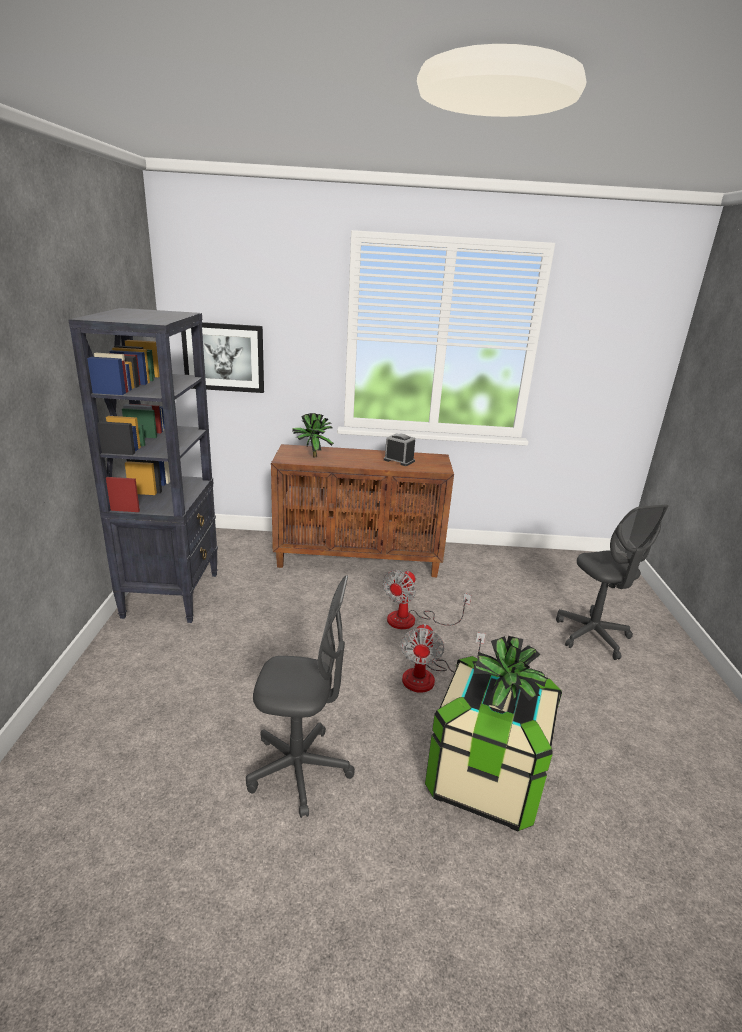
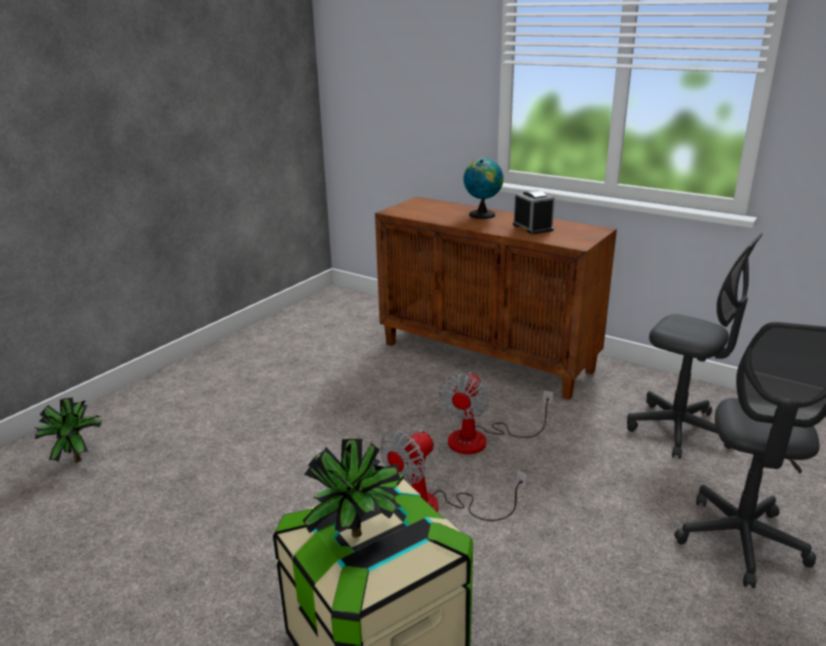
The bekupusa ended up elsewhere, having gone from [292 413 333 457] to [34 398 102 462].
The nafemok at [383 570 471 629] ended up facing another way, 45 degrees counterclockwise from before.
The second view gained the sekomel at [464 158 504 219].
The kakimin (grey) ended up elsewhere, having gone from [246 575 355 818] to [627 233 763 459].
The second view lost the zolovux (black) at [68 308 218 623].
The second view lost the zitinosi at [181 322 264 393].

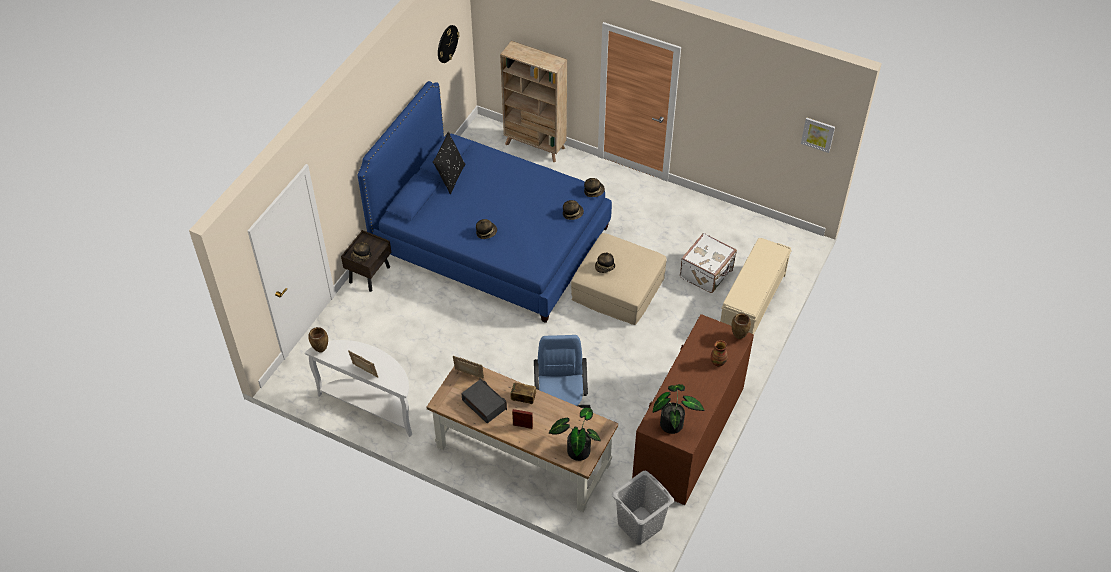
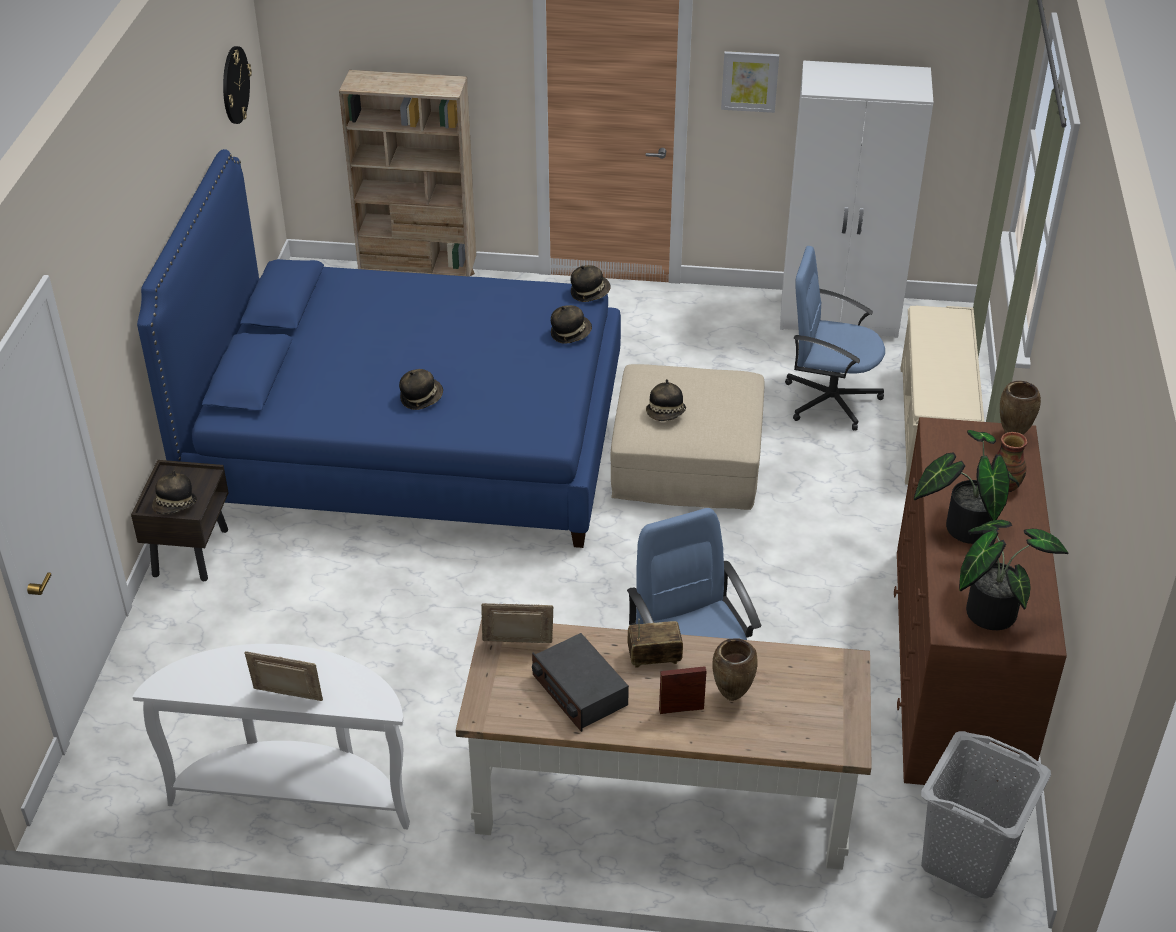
The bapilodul at [461 378 507 423] ended up facing another way, 150 degrees counterclockwise from before.
The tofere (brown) ended up elsewhere, having gone from [308 327 328 352] to [712 638 758 701].
The zitinosi ended up elsewhere, having gone from [801 118 835 153] to [721 51 779 113].
The second view gained the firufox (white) at [780 61 934 338].
Where the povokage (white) stood at [680 233 737 293], the kakimin (blue) came to stand at [785 246 885 430].
The bekupusa ended up elsewhere, having gone from [549 408 601 461] to [914 430 1019 544].
The second view lost the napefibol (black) at [433 132 466 194].

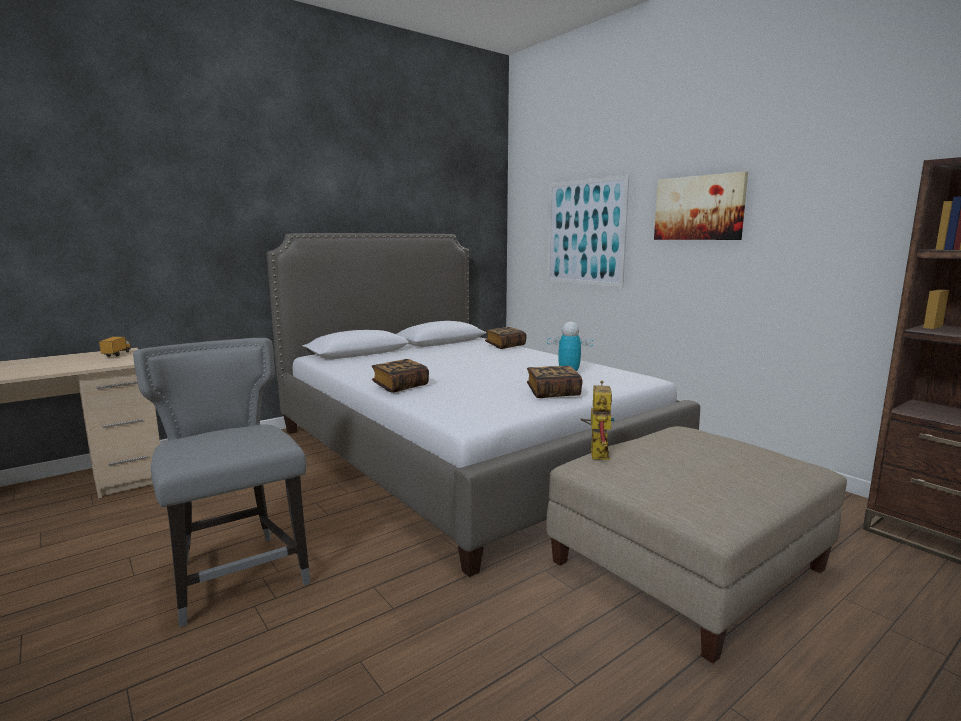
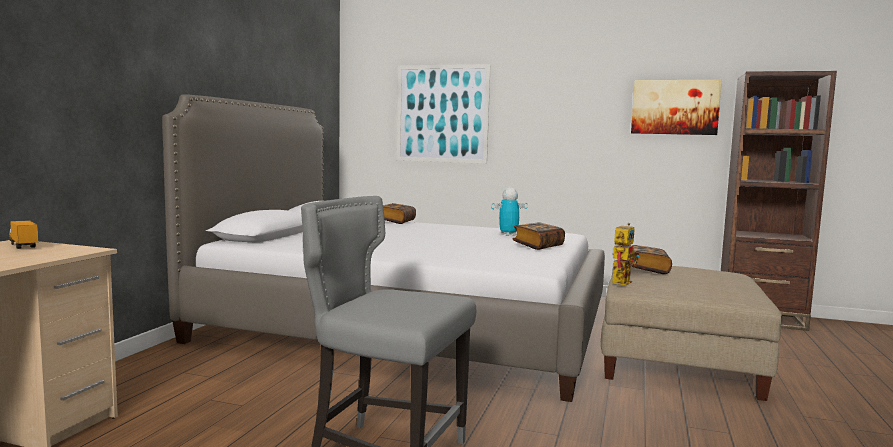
The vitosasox at [581 381 615 460] ended up facing another way, 60 degrees clockwise from before.
The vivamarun ended up elsewhere, having gone from [372 359 429 393] to [630 245 672 274].
The zitinosi ended up elsewhere, having gone from [654 171 748 240] to [631 80 722 135].

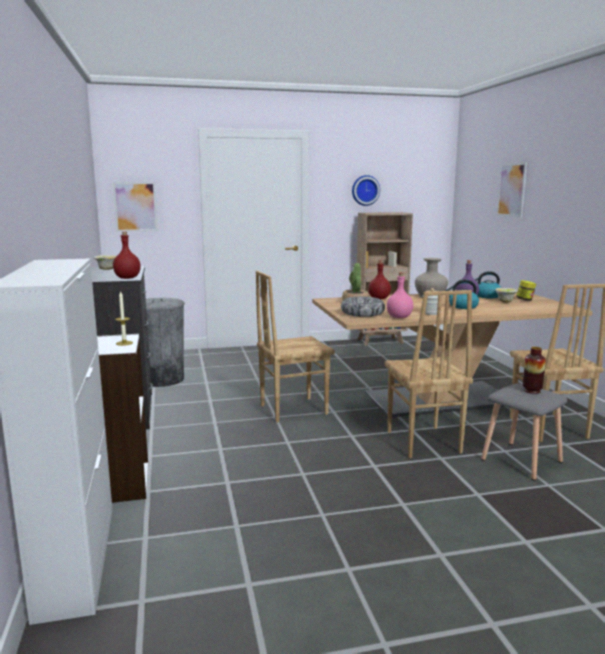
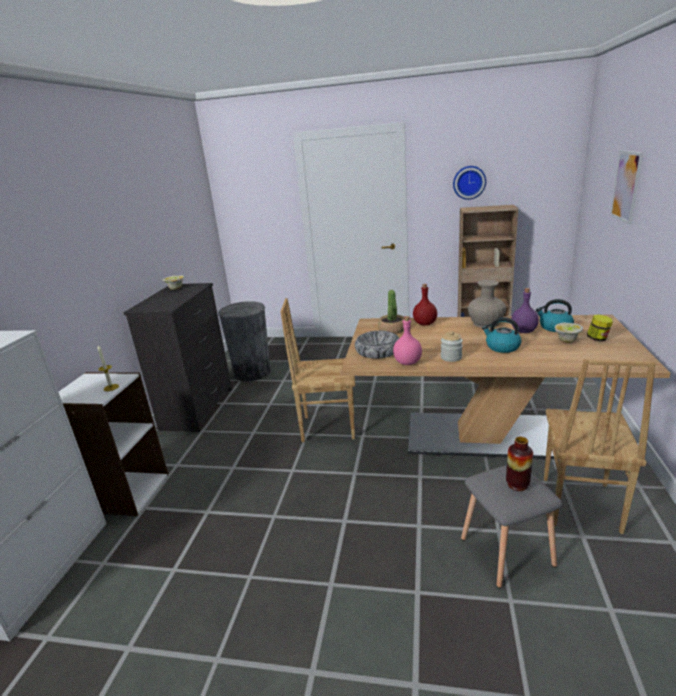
The second view lost the zitinosi at [112 182 158 232].
The second view lost the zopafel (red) at [113 231 141 279].
The second view lost the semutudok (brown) at [384 290 473 458].

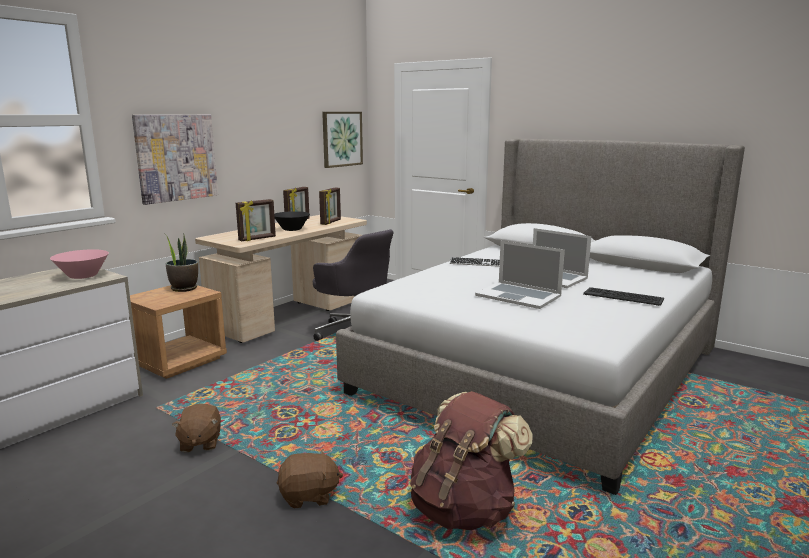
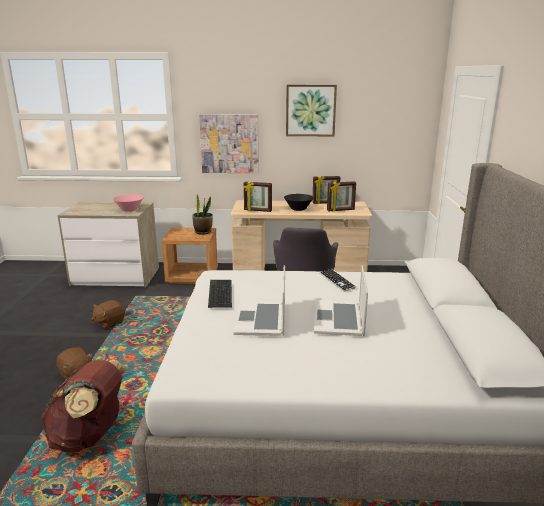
The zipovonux ended up elsewhere, having gone from [583 287 664 306] to [208 280 232 308].
The zitinosi ended up elsewhere, having gone from [322 112 363 168] to [286 85 337 136].

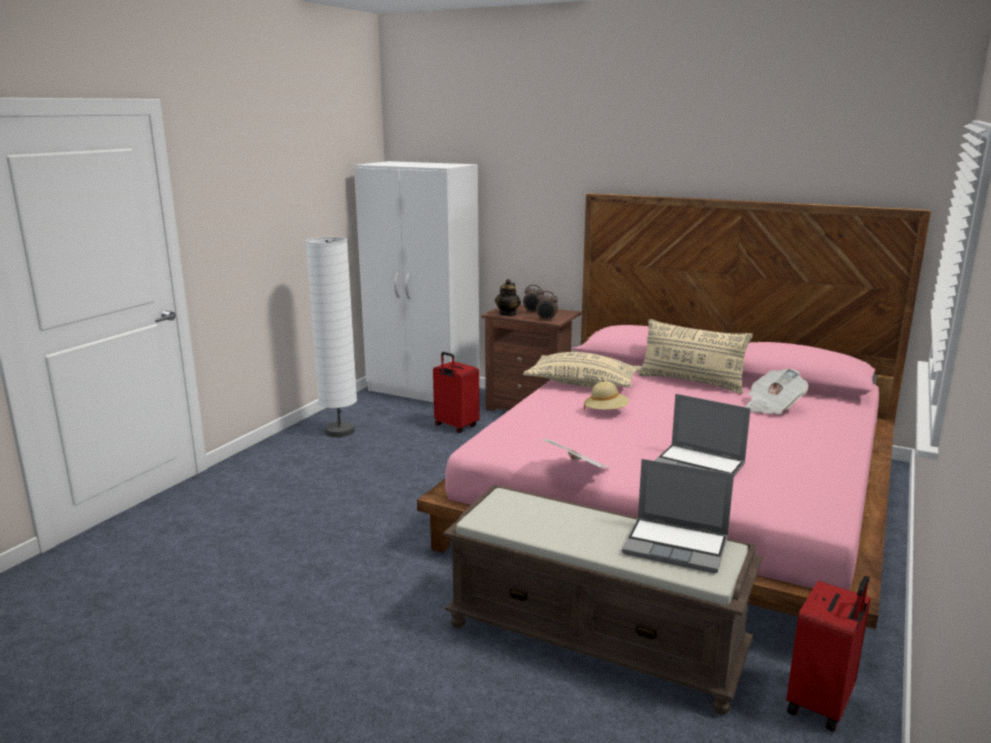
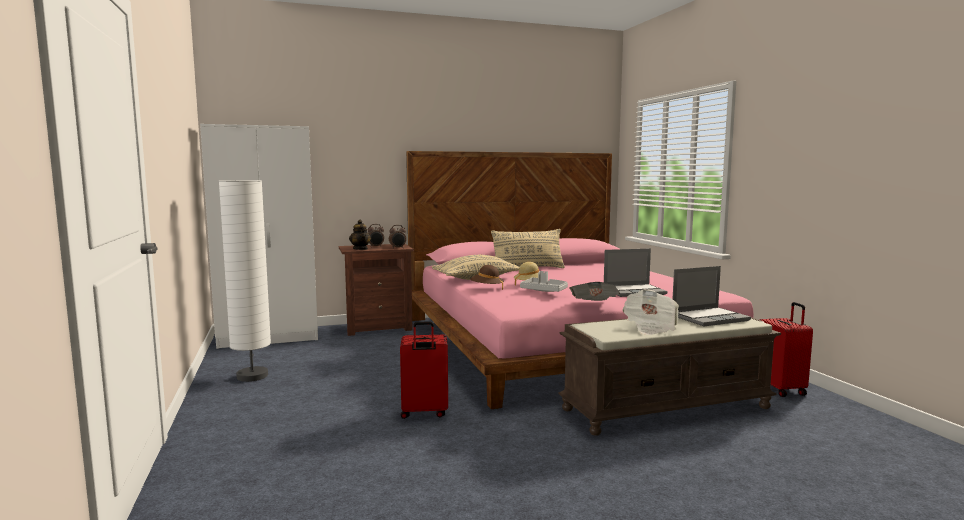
The povokage (red) ended up elsewhere, having gone from [433 352 480 433] to [400 321 448 419].
The second view gained the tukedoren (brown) at [470 265 504 290].
The second view gained the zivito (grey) at [520 271 568 292].
The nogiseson ended up elsewhere, having gone from [746 369 808 414] to [622 289 679 335].

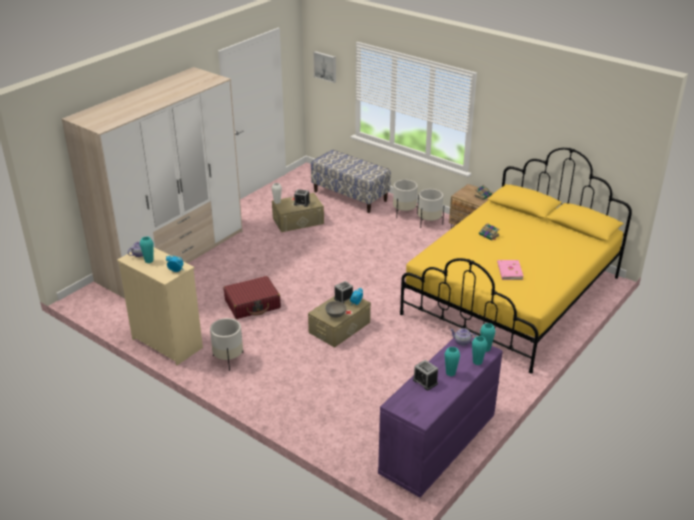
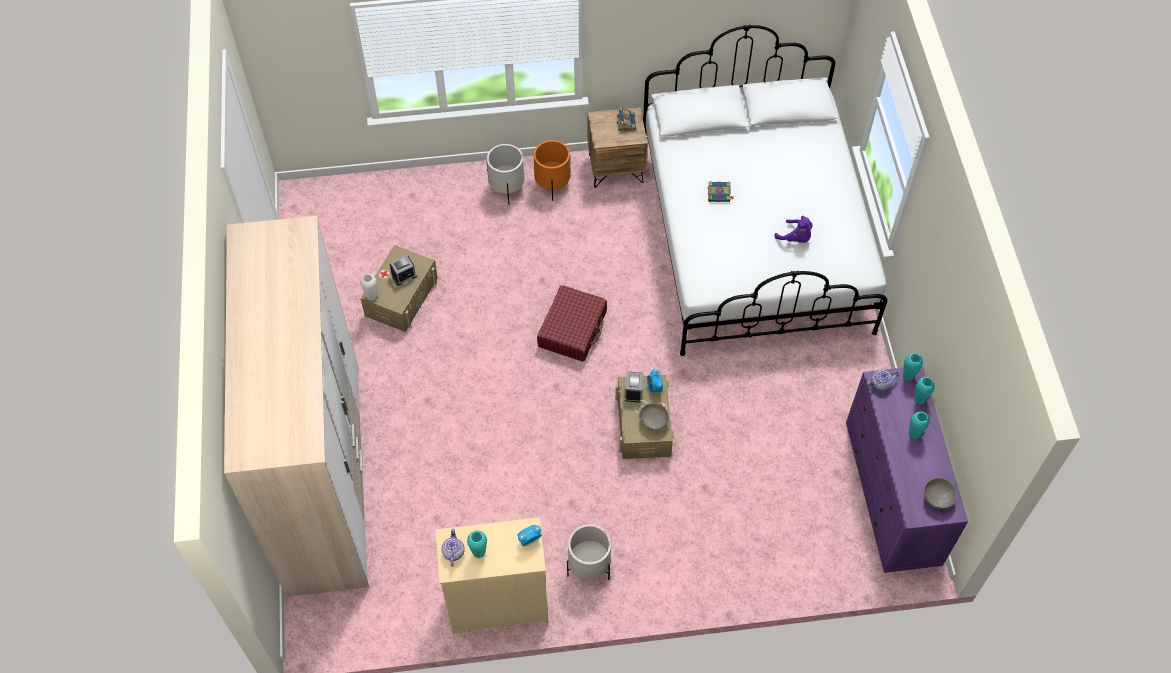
What was the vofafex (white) at [418 189 444 228] turned into the vofafex (orange) at [533 140 571 201].
The povokage (red) ended up elsewhere, having gone from [223 276 281 319] to [537 285 607 362].
What was the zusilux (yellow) at [400 148 632 373] turned into the zusilux (white) at [643 25 887 356].
Where the vivamarun (pink) stood at [497 260 524 280], the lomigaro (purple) came to stand at [774 216 812 243].
The second view gained the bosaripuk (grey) at [924 478 956 509].
The second view lost the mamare at [311 150 391 213].
The second view lost the zitinosi at [313 51 336 83].
The second view lost the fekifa at [413 360 438 391].

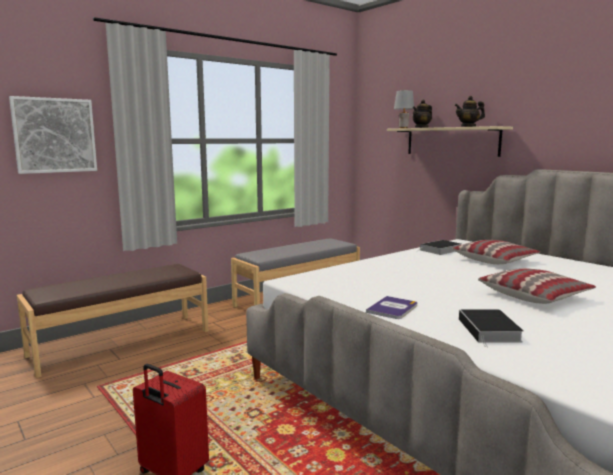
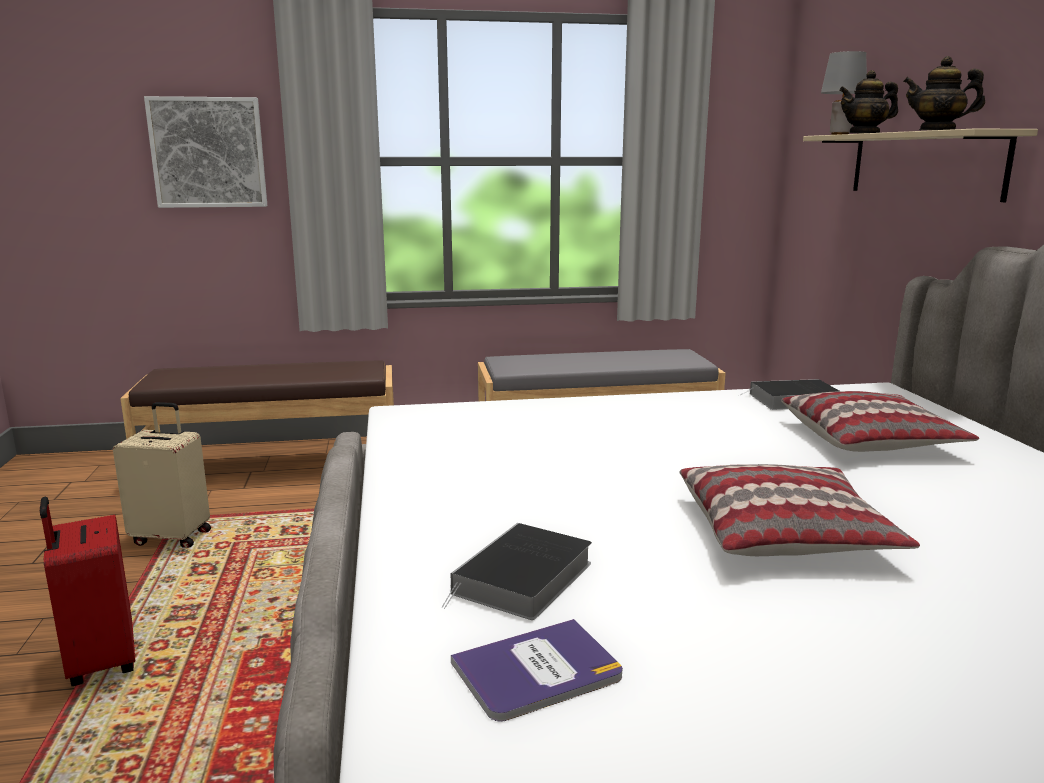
The second view gained the povokage (beige) at [113 402 211 548].
The vivamarun ended up elsewhere, having gone from [366 296 418 319] to [451 619 623 722].

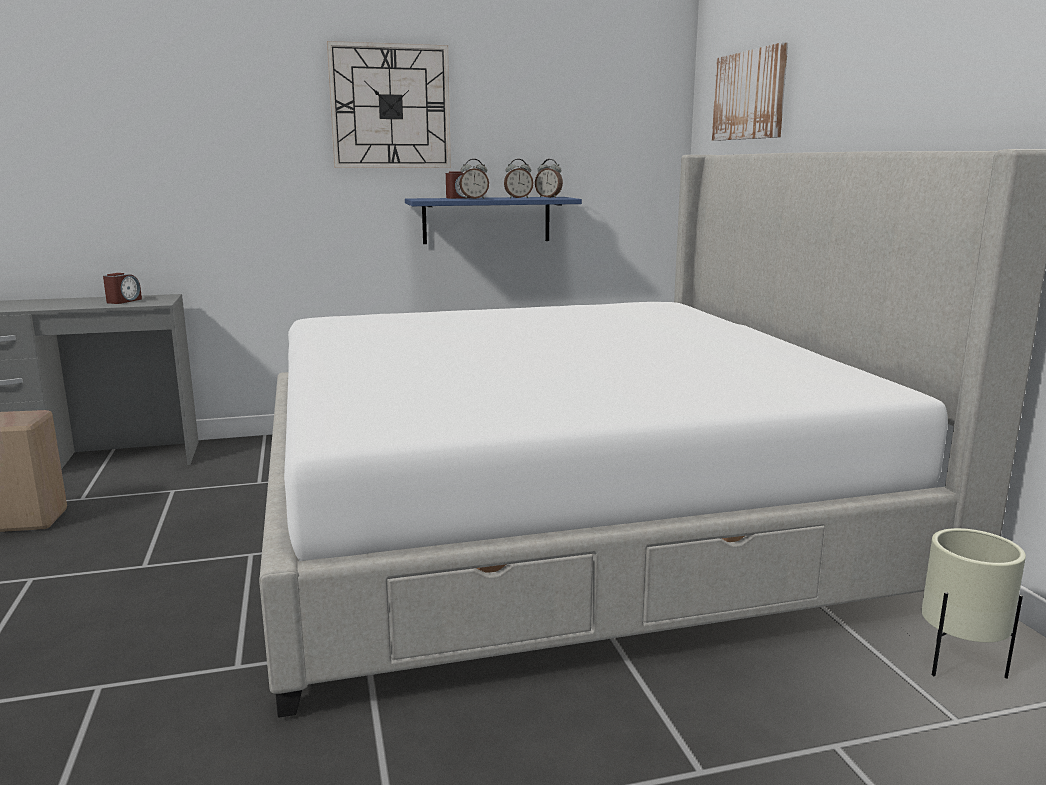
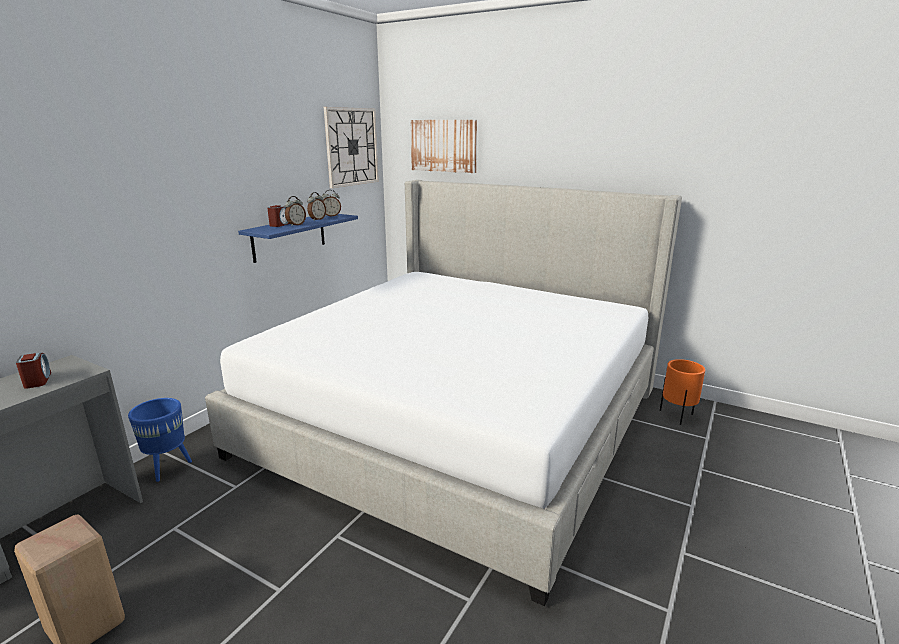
The second view gained the vofafex (blue) at [128 398 192 482].
The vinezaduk ended up elsewhere, having gone from [327 41 451 168] to [324 107 379 188].
What was the vofafex (beige) at [922 528 1026 679] turned into the vofafex (orange) at [660 359 705 425].

